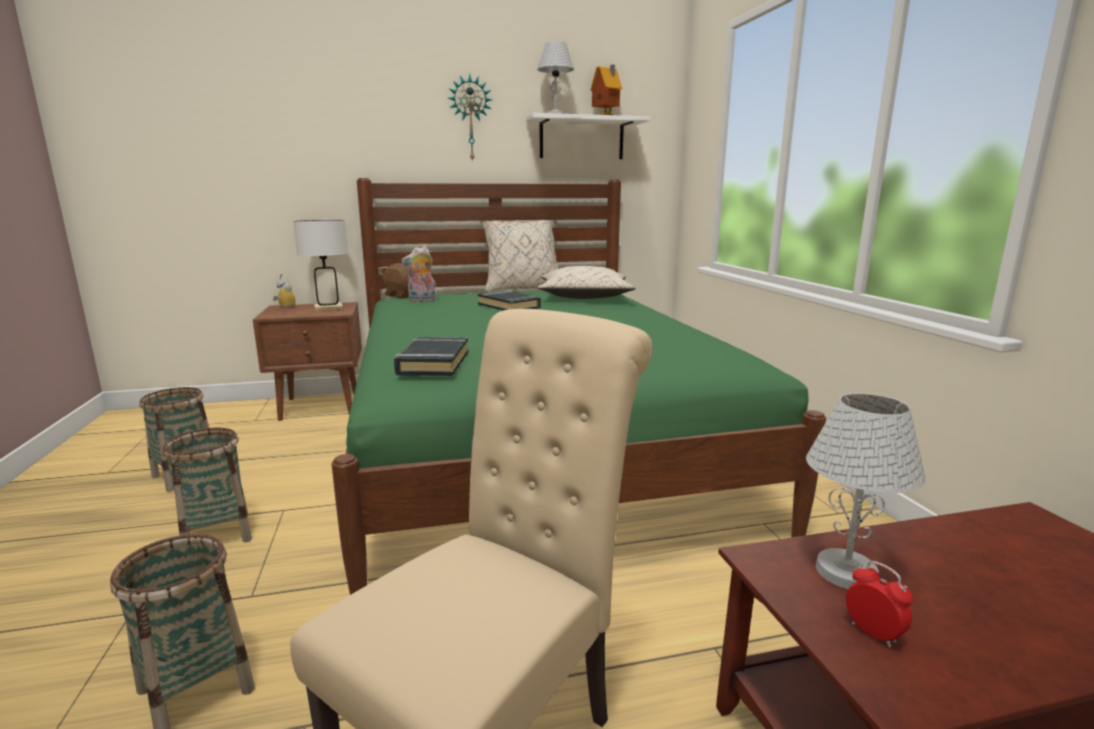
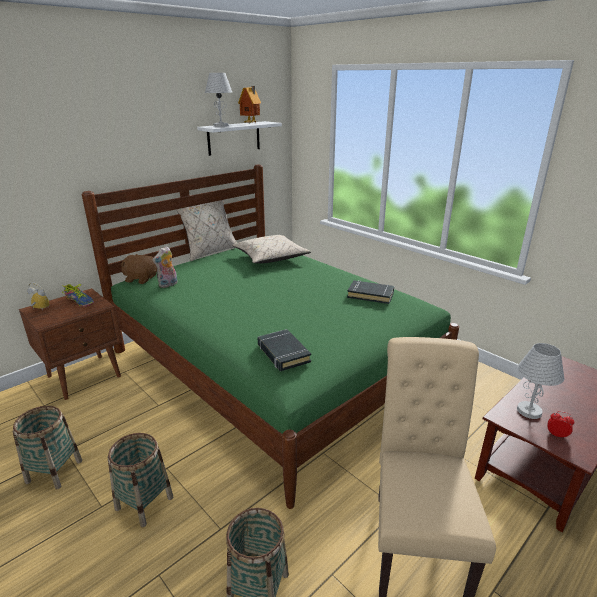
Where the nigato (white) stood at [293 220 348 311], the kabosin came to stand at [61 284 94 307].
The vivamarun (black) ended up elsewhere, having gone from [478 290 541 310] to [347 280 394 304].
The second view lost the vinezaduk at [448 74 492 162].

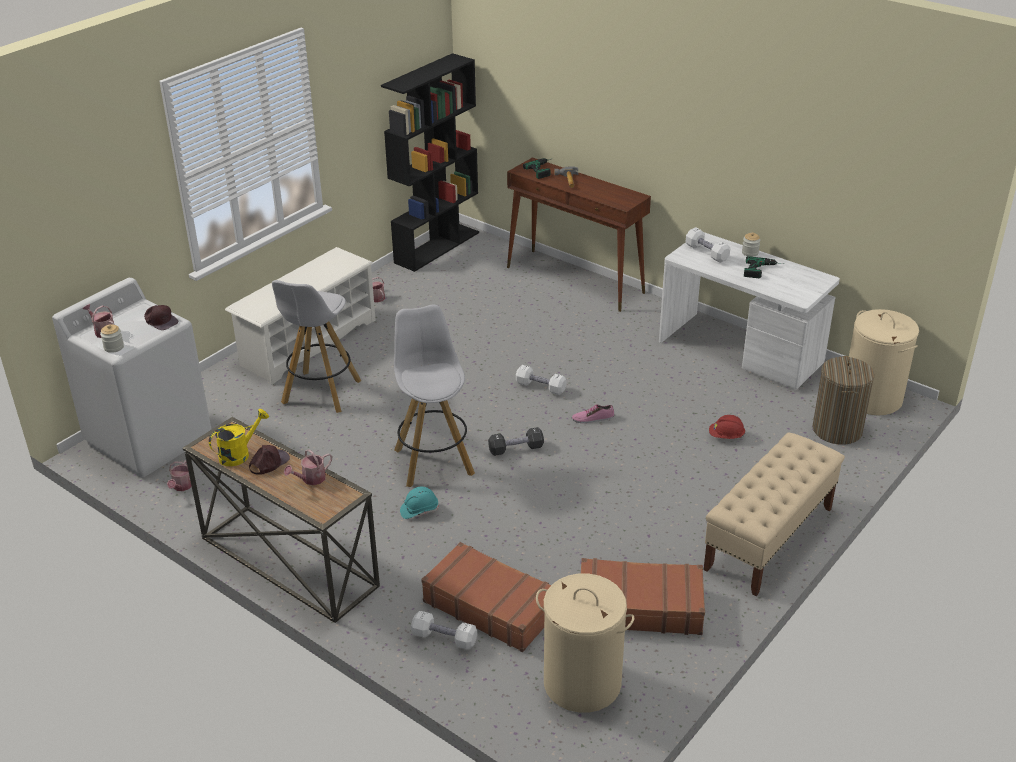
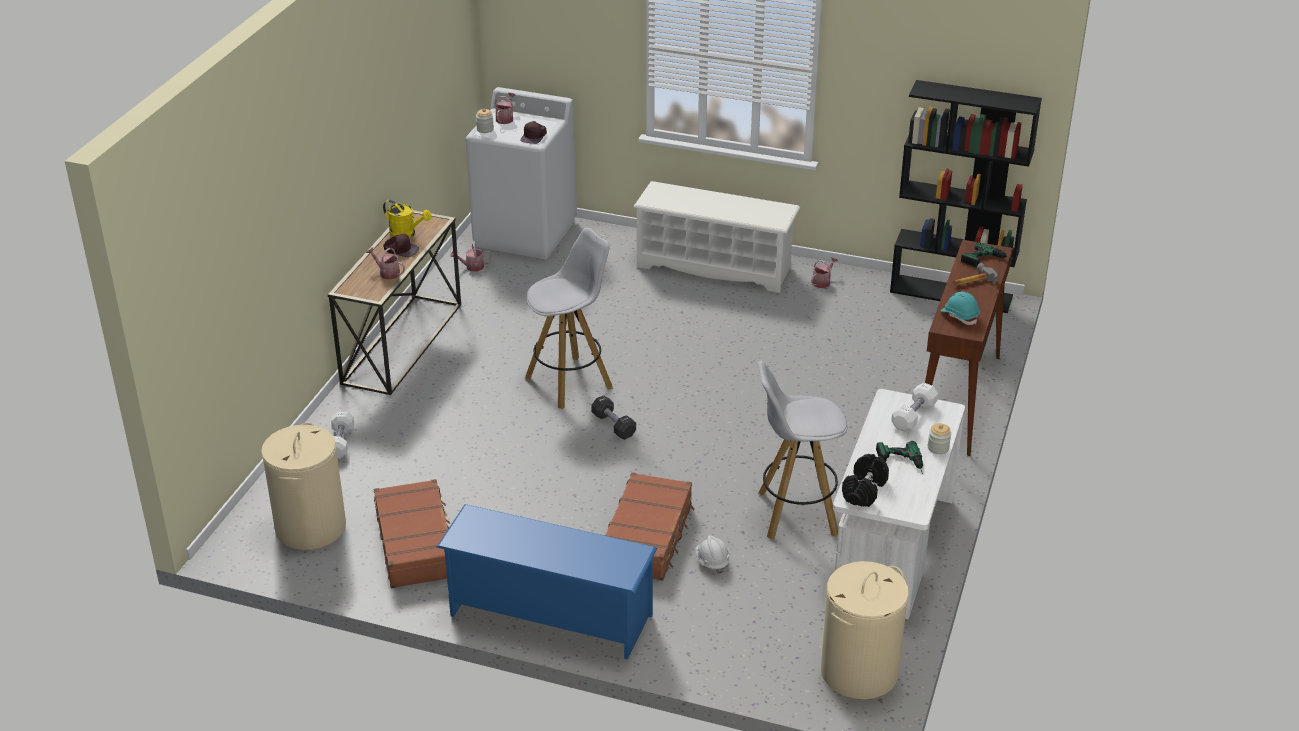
Where the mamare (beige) stood at [704 432 845 596], the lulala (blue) came to stand at [437 504 657 660].
The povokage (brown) ended up elsewhere, having gone from [421 542 551 652] to [605 472 695 581].
What was the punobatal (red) at [709 415 745 439] turned into the punobatal (white) at [696 535 730 574].
The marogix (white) ended up elsewhere, having gone from [272 280 361 413] to [758 361 847 540].
The second view gained the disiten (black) at [842 454 889 507].
The punobatal (turquoise) ended up elsewhere, having gone from [400 487 439 519] to [941 292 980 325].
The second view lost the disiten (white) at [516 365 567 395].
The second view lost the kabosin at [572 405 614 423].
The second view lost the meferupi at [812 356 874 445].

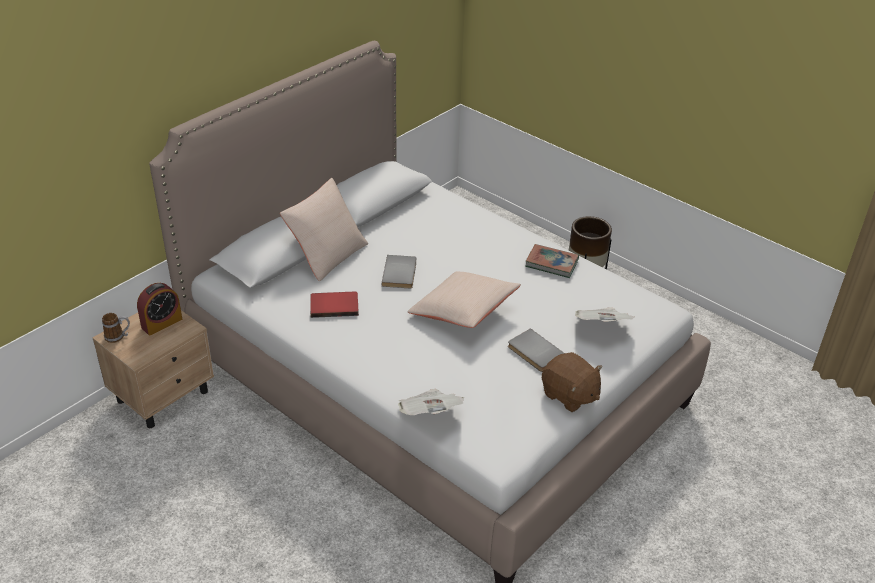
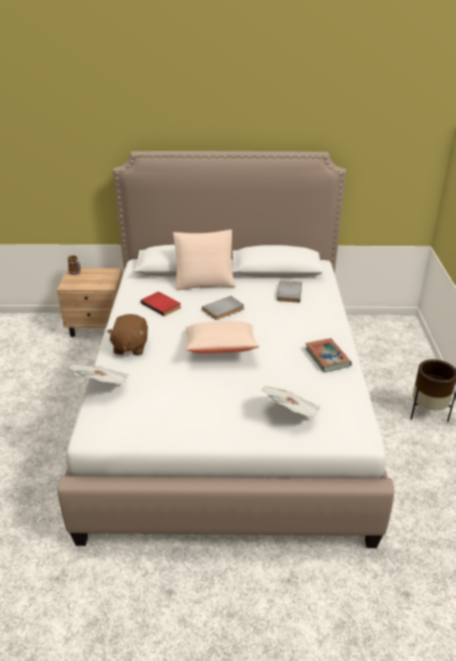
The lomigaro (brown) ended up elsewhere, having gone from [542 352 602 412] to [107 314 148 355].
The vivamarun (grey) ended up elsewhere, having gone from [508 328 564 372] to [277 281 302 303].
The second view lost the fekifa at [137 283 182 335].

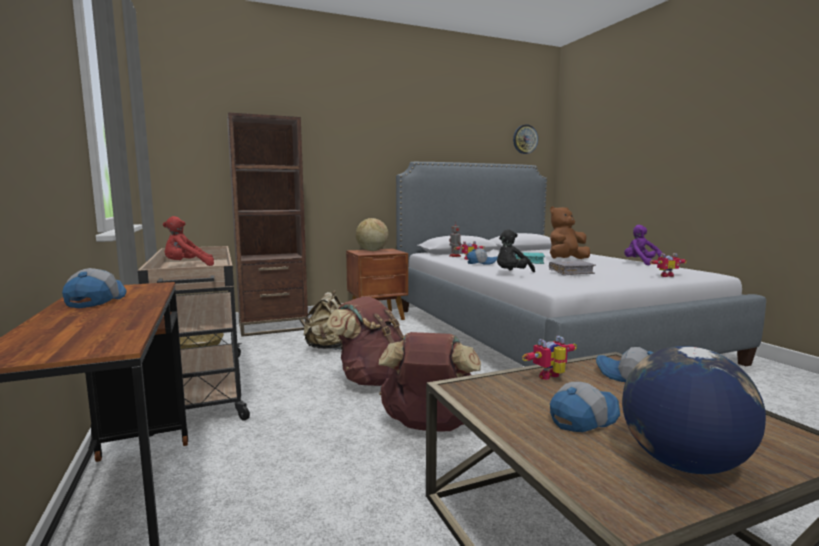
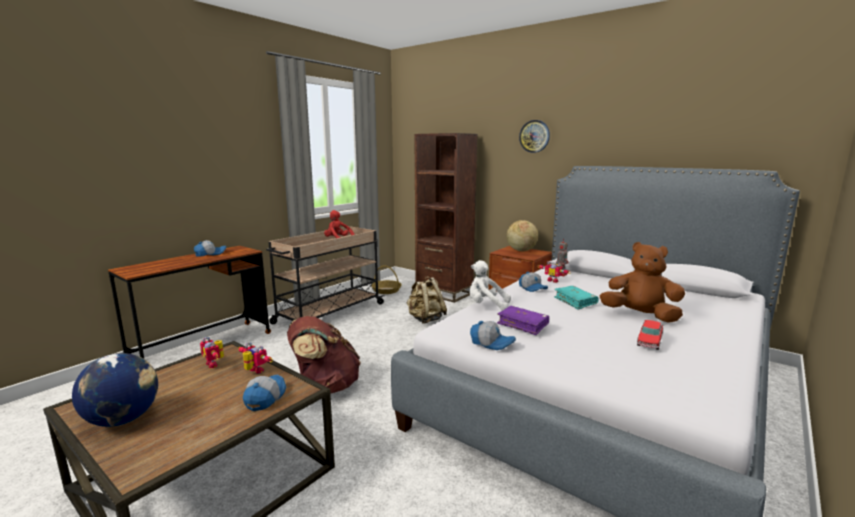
The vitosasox ended up elsewhere, having gone from [650 253 687 277] to [200 337 224 368].
What was the lomigaro (black) at [497 229 535 272] turned into the lomigaro (white) at [469 260 511 311].
The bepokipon ended up elsewhere, having gone from [550 382 620 432] to [470 321 516 350].
What was the vivamarun (grey) at [549 261 596 275] turned into the vivamarun (purple) at [497 306 549 335].
The vinezaduk ended up elsewhere, having gone from [513 124 538 154] to [519 120 550 153].
The second view gained the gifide at [637 320 663 350].
The second view lost the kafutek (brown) at [327 297 405 386].
The second view lost the lomigaro (purple) at [624 225 662 265].

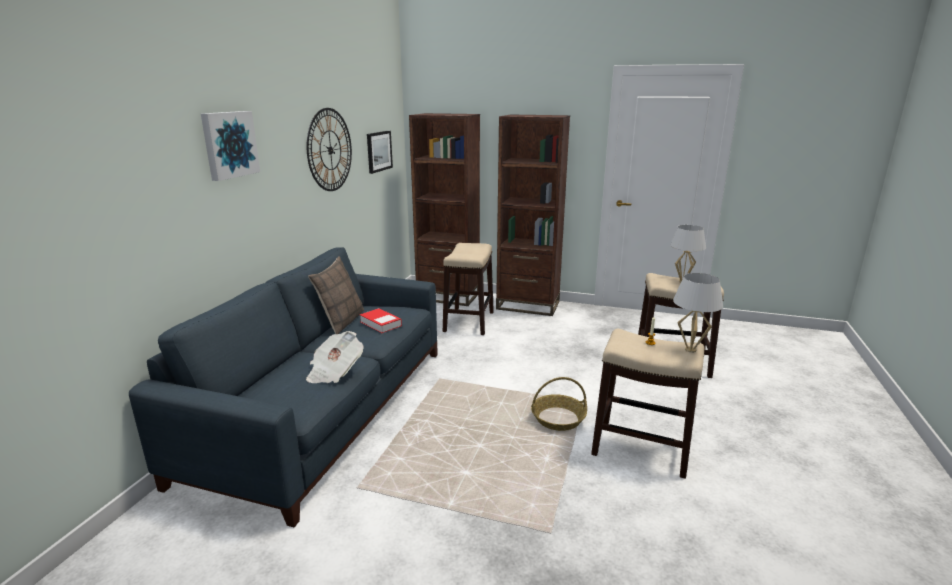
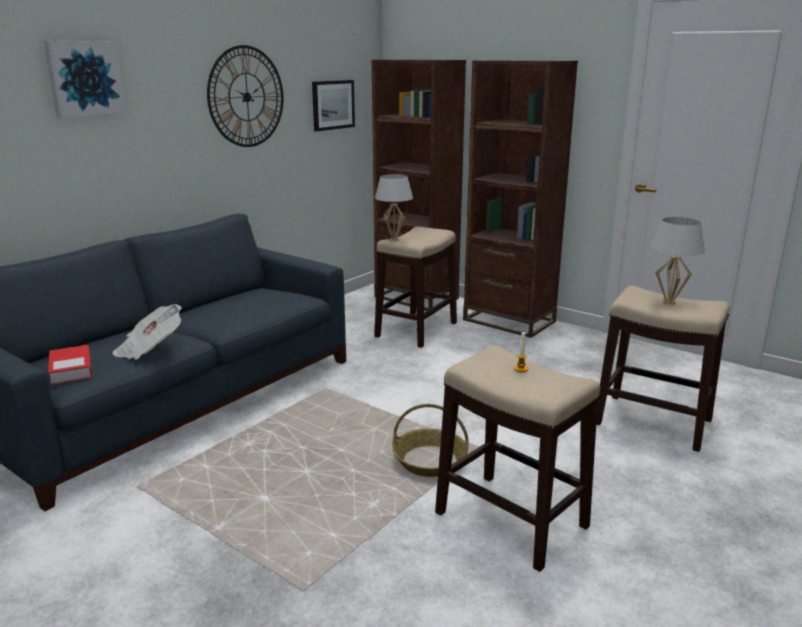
The vivamarun ended up elsewhere, having gone from [360 308 402 333] to [48 345 92 385].
The nigato (white) ended up elsewhere, having gone from [673 273 723 353] to [375 174 413 241].
The second view lost the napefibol at [308 256 364 334].

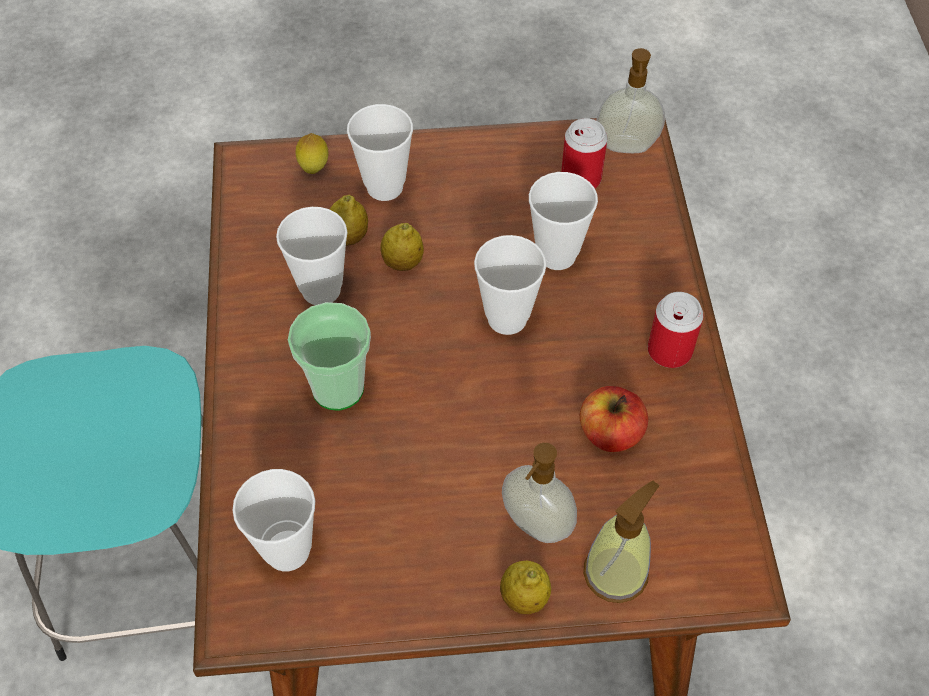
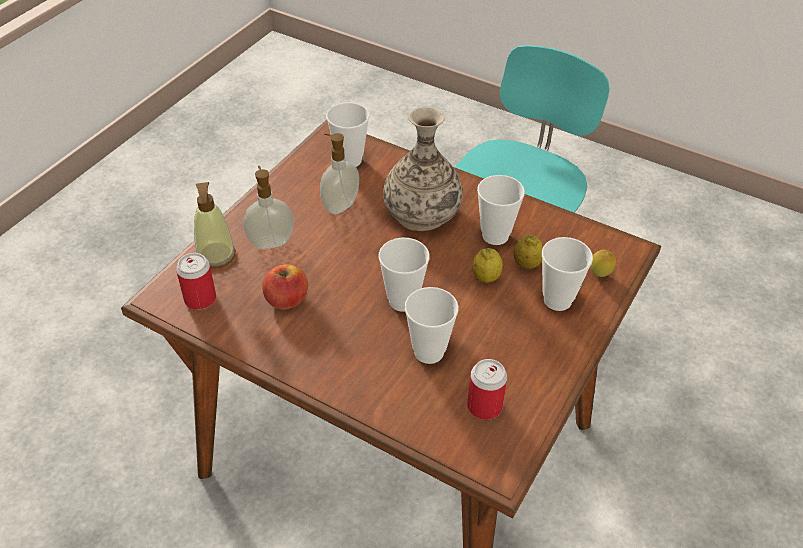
The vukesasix ended up elsewhere, having gone from [648 292 704 368] to [176 253 216 310].
The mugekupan ended up elsewhere, having gone from [596 48 665 153] to [320 133 359 214].
Where the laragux stood at [288 302 371 411], the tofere came to stand at [383 106 463 231].
The second view lost the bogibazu at [500 561 551 614].

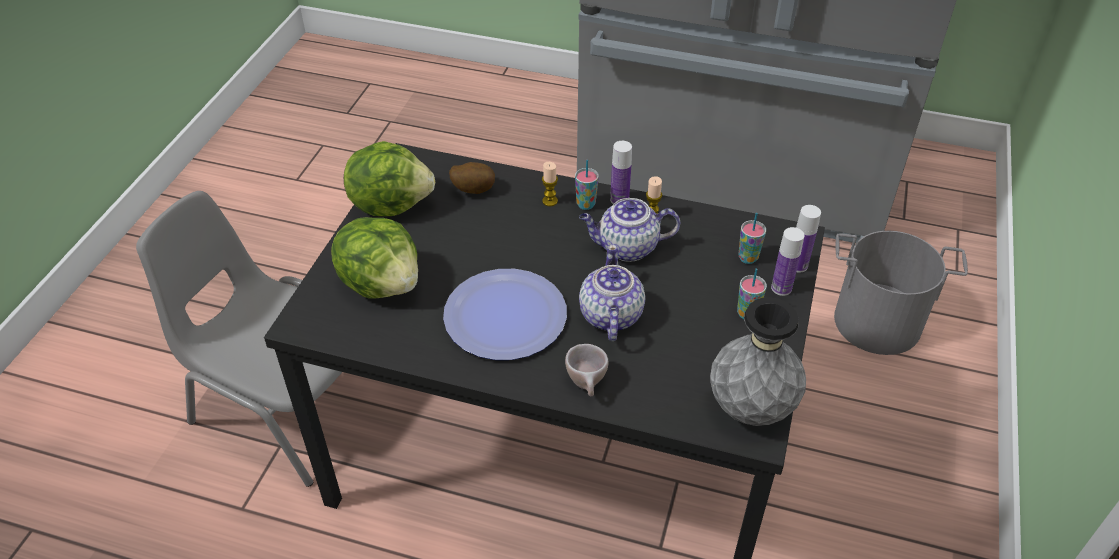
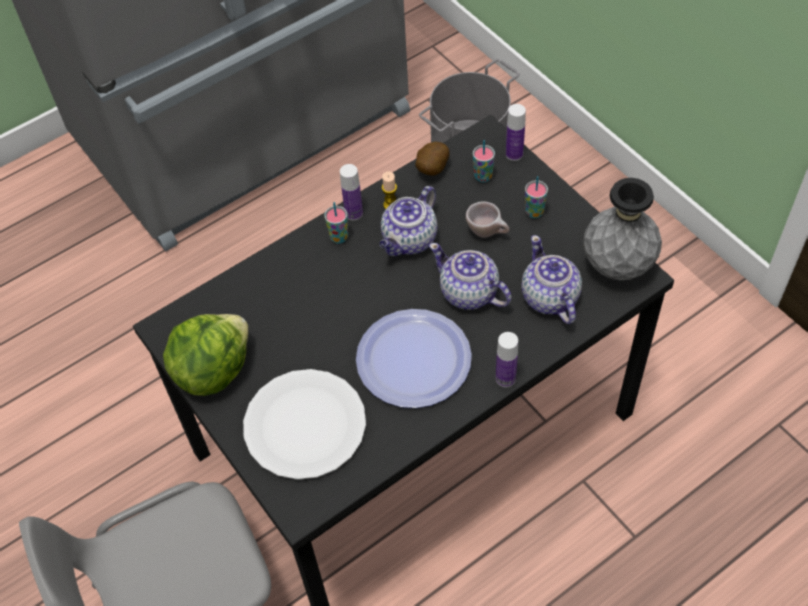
Where the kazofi stood at [331 217 418 299], the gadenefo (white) came to stand at [243 369 366 480].
The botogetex ended up elsewhere, having gone from [449 162 495 194] to [415 142 449 176].
The laragux (beige) ended up elsewhere, having gone from [565 344 609 396] to [466 201 509 238].
The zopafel ended up elsewhere, having gone from [771 227 805 296] to [496 332 518 387].
The second view gained the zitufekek at [521 235 582 324].
The second view lost the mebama at [542 162 558 206].

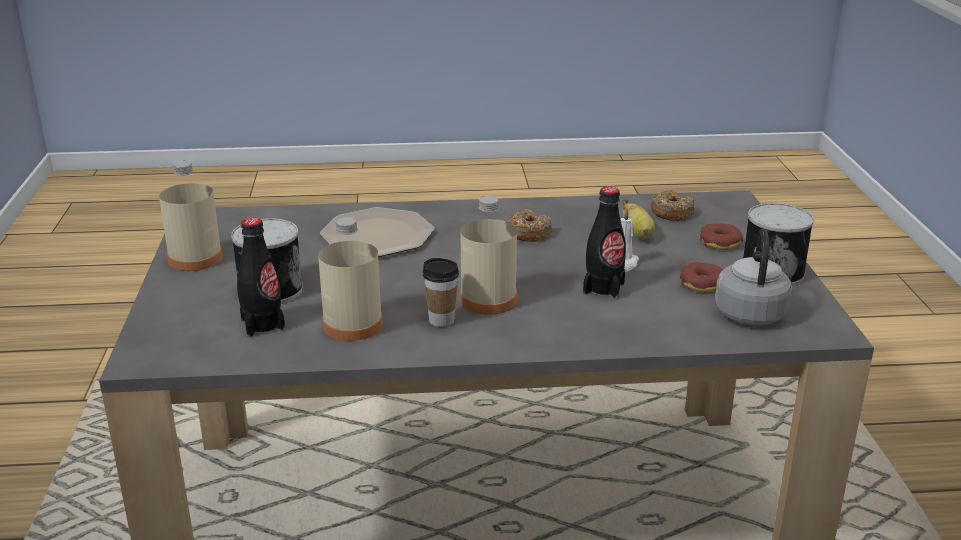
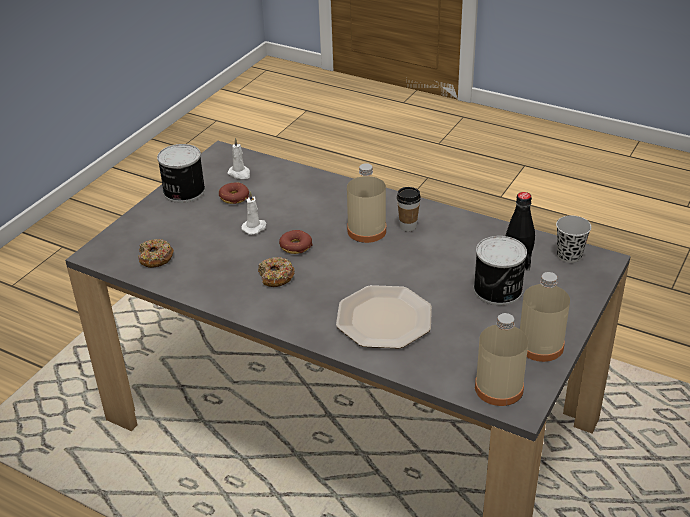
Where the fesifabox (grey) stood at [715 229 792 325], the mebama (white) came to stand at [227 138 250 179].
The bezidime ended up elsewhere, having gone from [700 223 743 250] to [279 230 313 254].
The zopafel (beige) ended up elsewhere, having gone from [318 217 383 341] to [475 313 528 406].
The second view gained the laragux (black) at [556 216 591 263].
The second view lost the zopafel (black) at [583 186 626 299].
The second view lost the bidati at [622 199 655 239].

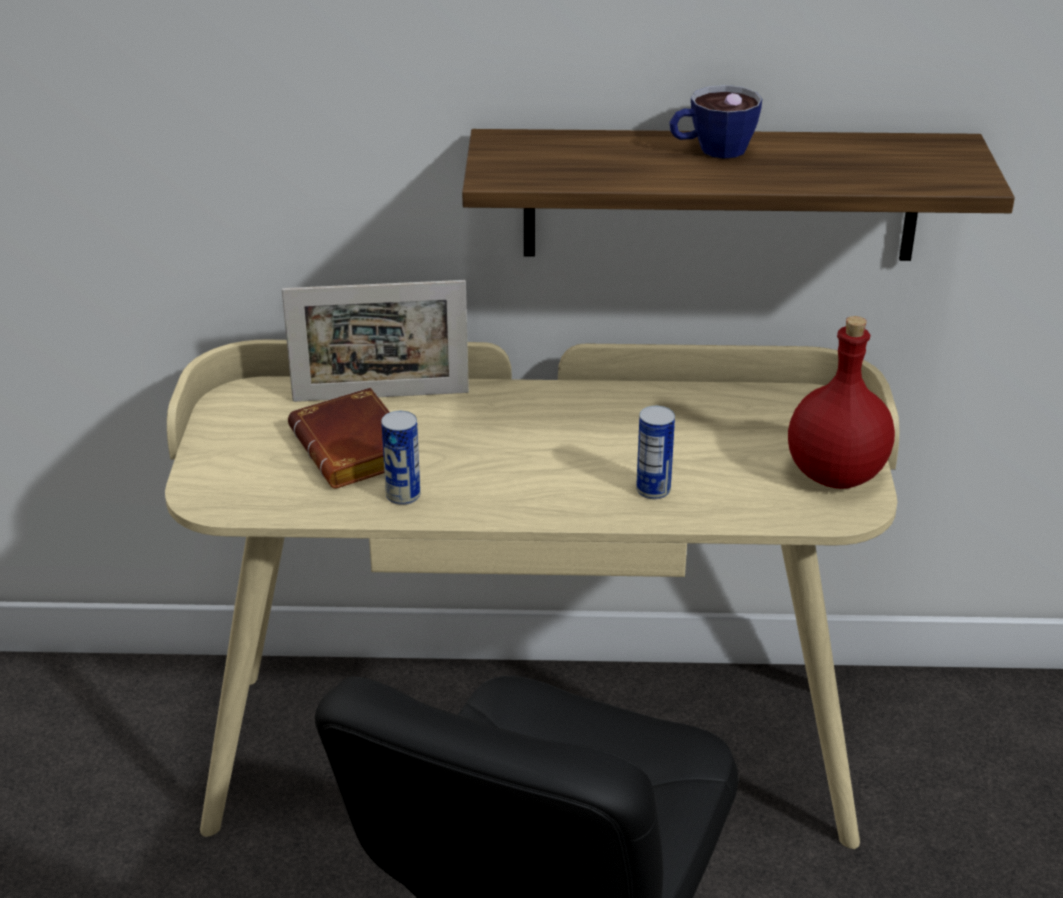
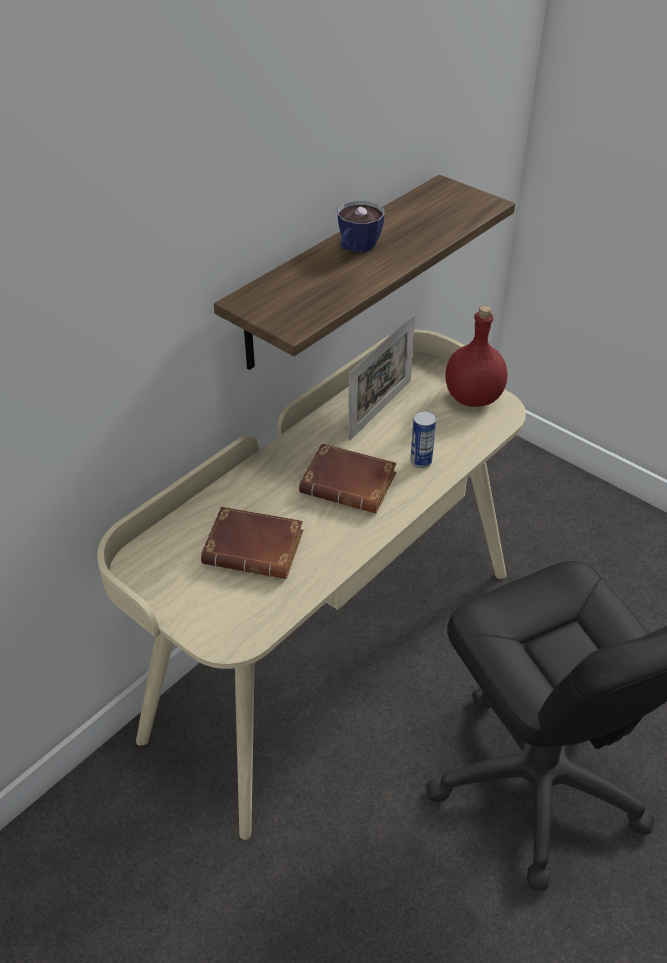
The second view gained the vivamarun (brown) at [299 443 397 514].
The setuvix ended up elsewhere, having gone from [282 280 469 402] to [348 314 415 441].
The second view lost the vukesasix at [381 411 420 505].

